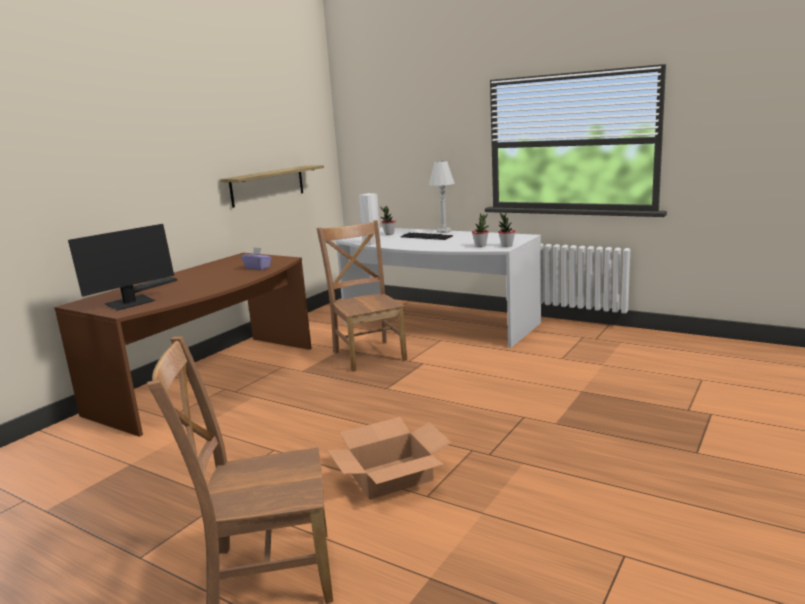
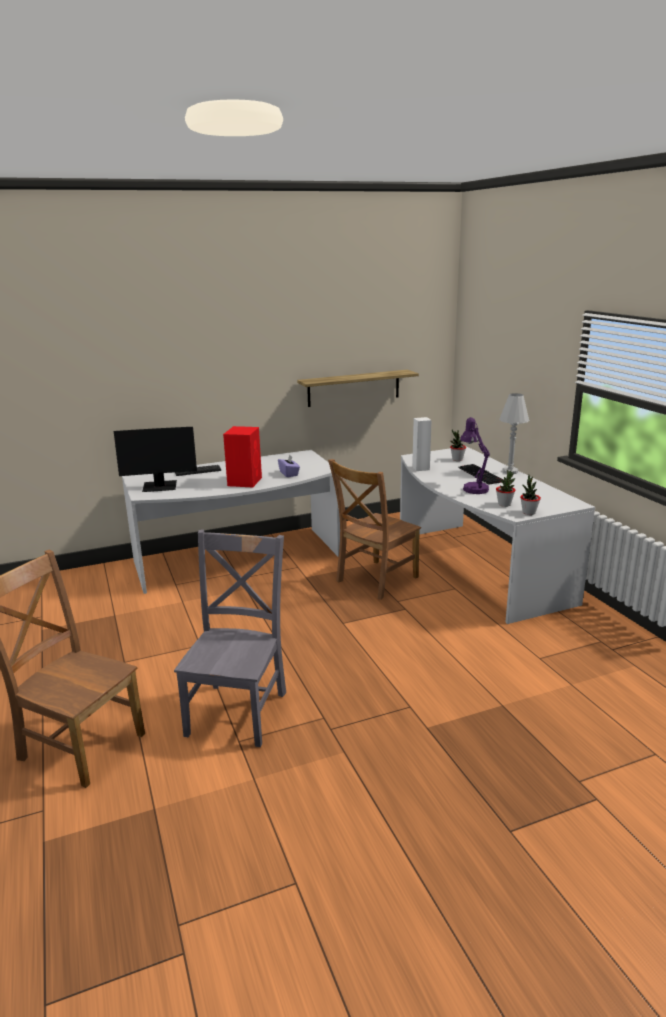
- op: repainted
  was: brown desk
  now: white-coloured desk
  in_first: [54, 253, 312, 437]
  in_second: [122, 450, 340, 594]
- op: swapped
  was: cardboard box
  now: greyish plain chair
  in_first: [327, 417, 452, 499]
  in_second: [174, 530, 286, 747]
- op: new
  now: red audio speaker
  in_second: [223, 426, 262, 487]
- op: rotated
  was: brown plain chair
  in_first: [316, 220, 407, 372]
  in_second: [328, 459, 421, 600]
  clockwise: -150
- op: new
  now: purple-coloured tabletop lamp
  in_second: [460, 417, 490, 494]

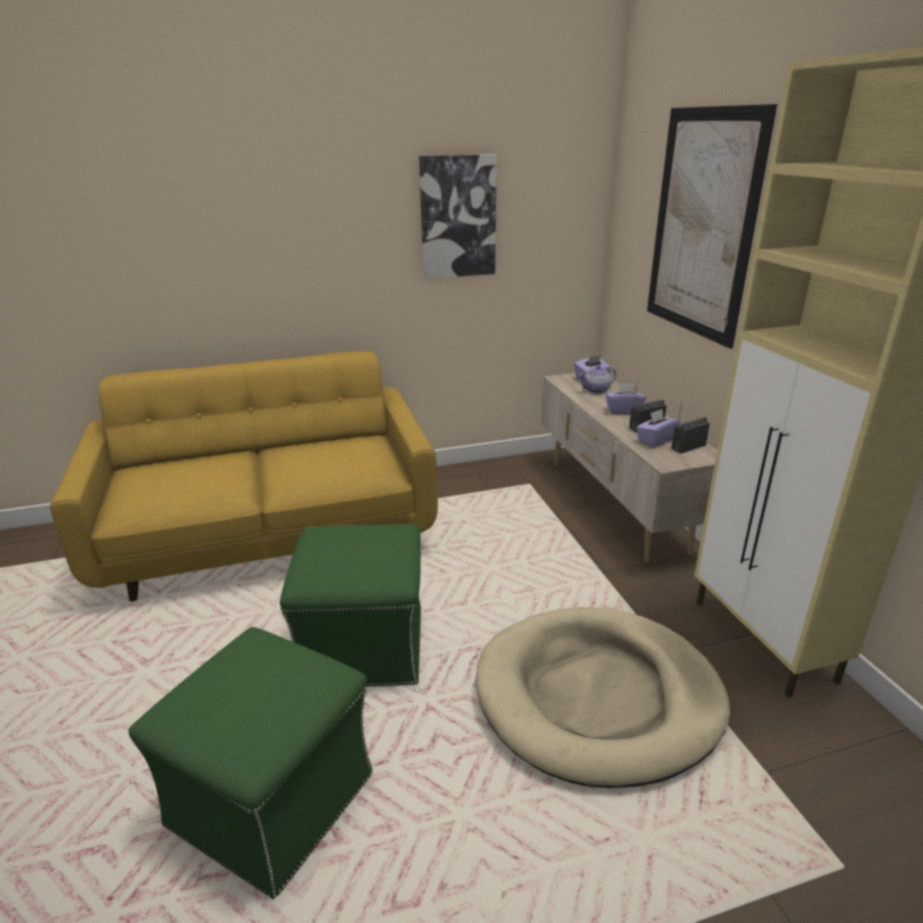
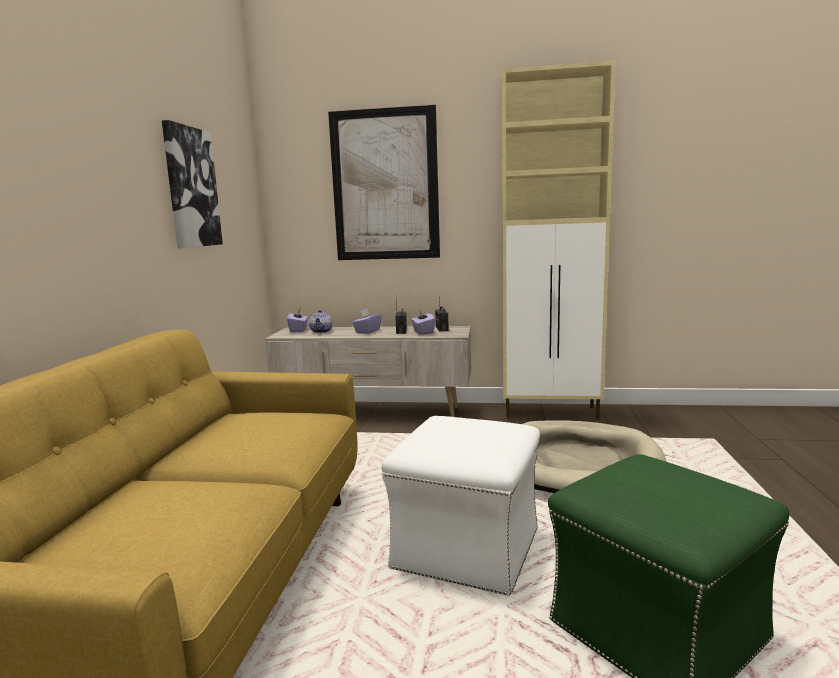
- op: repainted
  was: green-coloured ottoman
  now: white-coloured ottoman
  in_first: [280, 524, 421, 686]
  in_second: [381, 416, 540, 596]

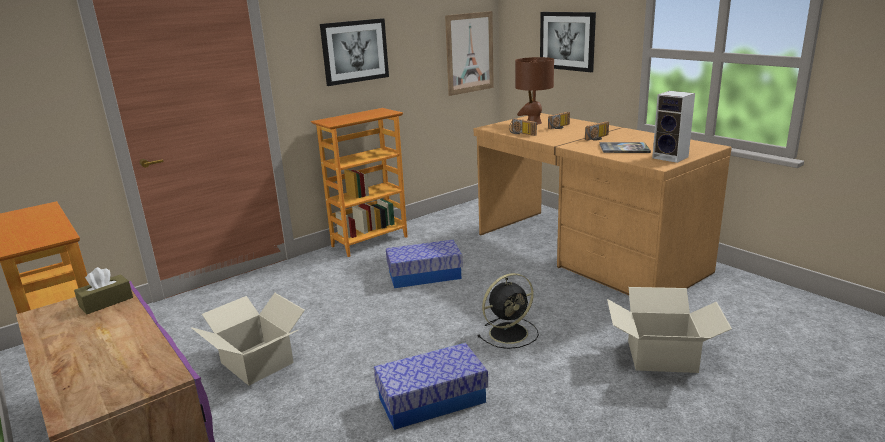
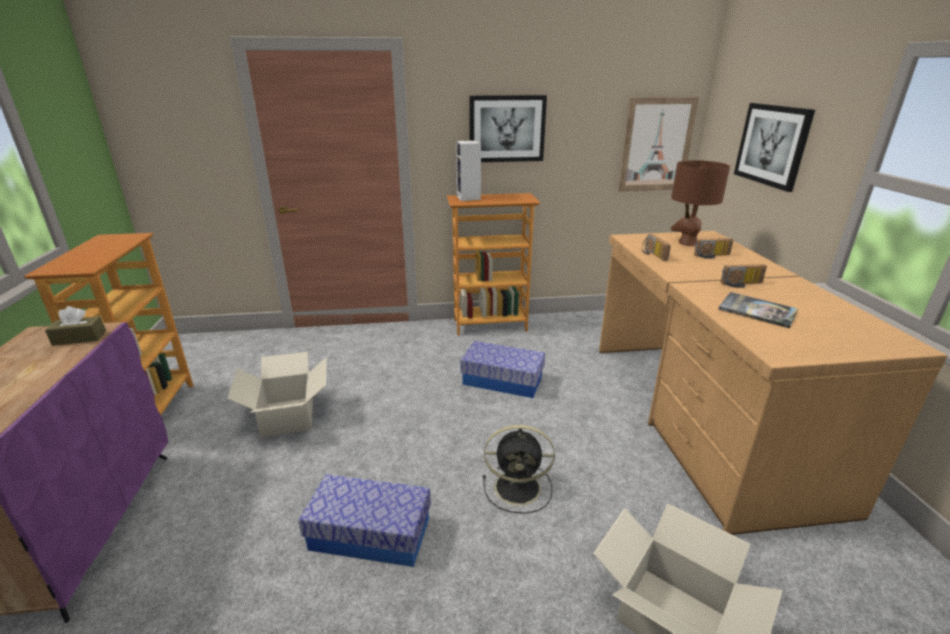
- op: shifted
  was: audio speaker
  in_first: [652, 91, 695, 163]
  in_second: [456, 140, 481, 201]

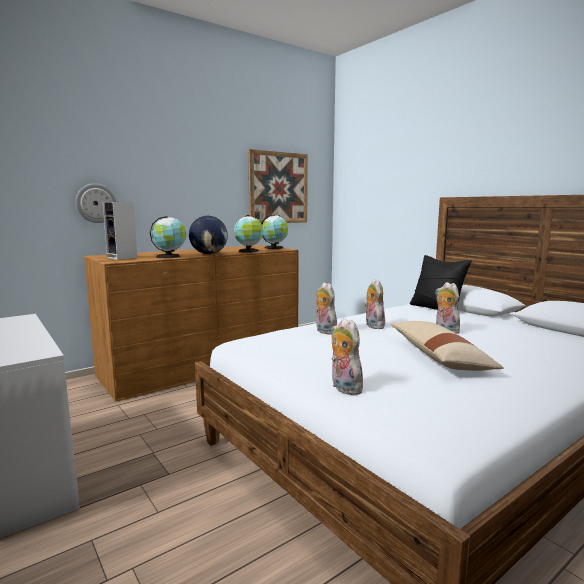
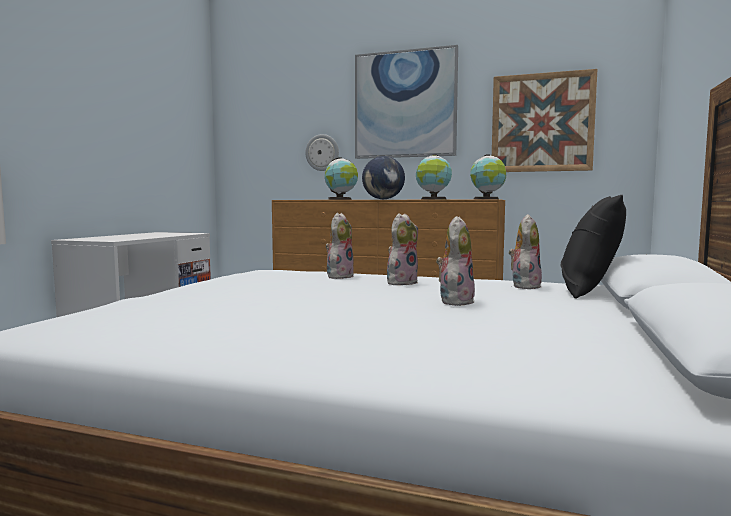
- op: new
  now: wall picture
  in_second: [355, 45, 458, 159]
- op: shifted
  was: plush toy
  in_first: [332, 318, 365, 395]
  in_second: [509, 214, 542, 289]
- op: gone
  was: audio speaker
  in_first: [103, 202, 137, 260]
- op: gone
  was: sand-coloured throw pillow
  in_first: [391, 321, 504, 371]

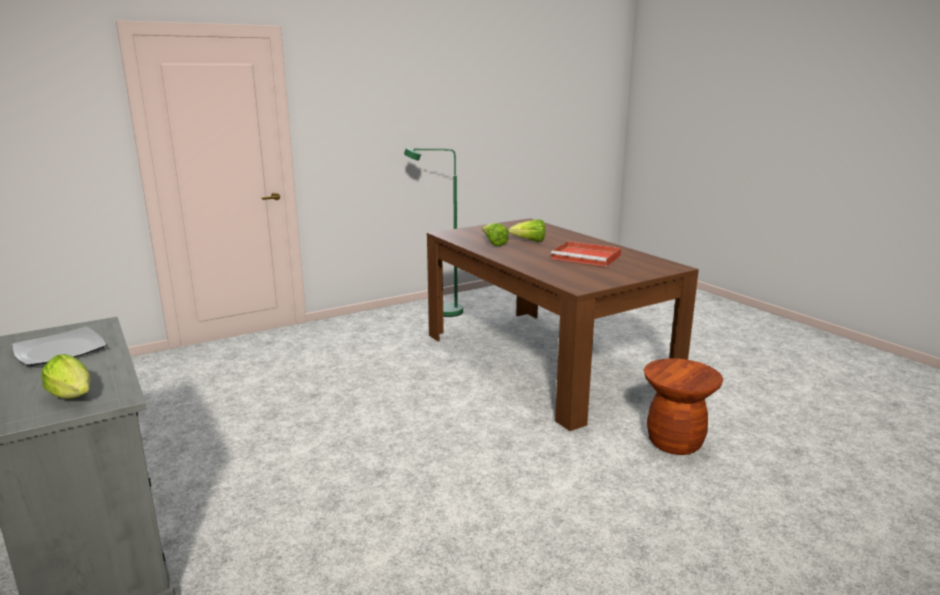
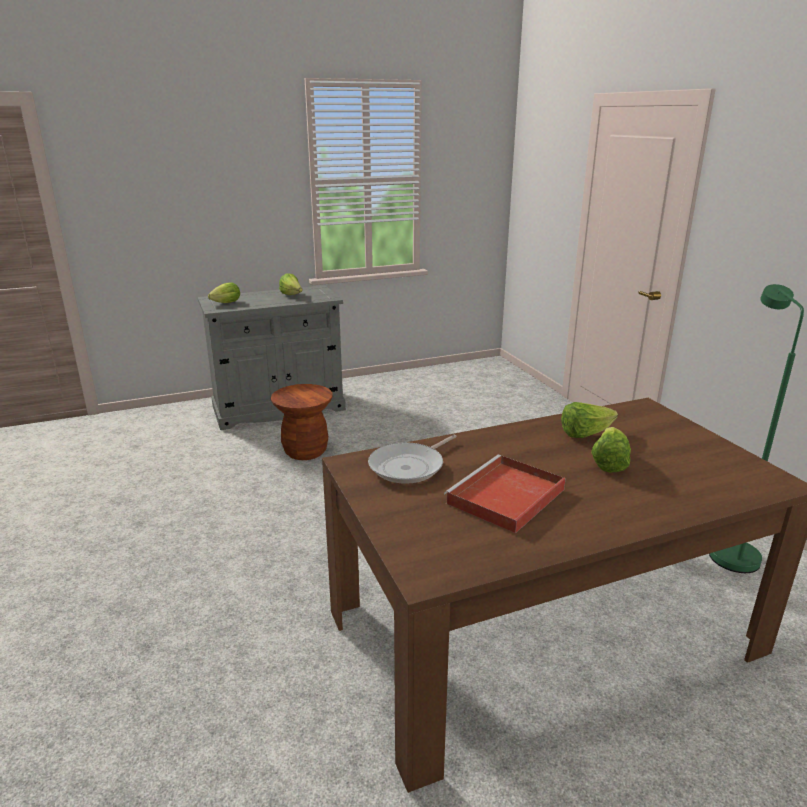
- op: shifted
  was: brown stool
  in_first: [644, 358, 723, 455]
  in_second: [271, 384, 332, 460]
- op: swapped
  was: dinner plate
  now: lettuce head
  in_first: [12, 327, 106, 366]
  in_second: [279, 273, 303, 295]
- op: new
  now: skillet
  in_second: [368, 435, 457, 484]

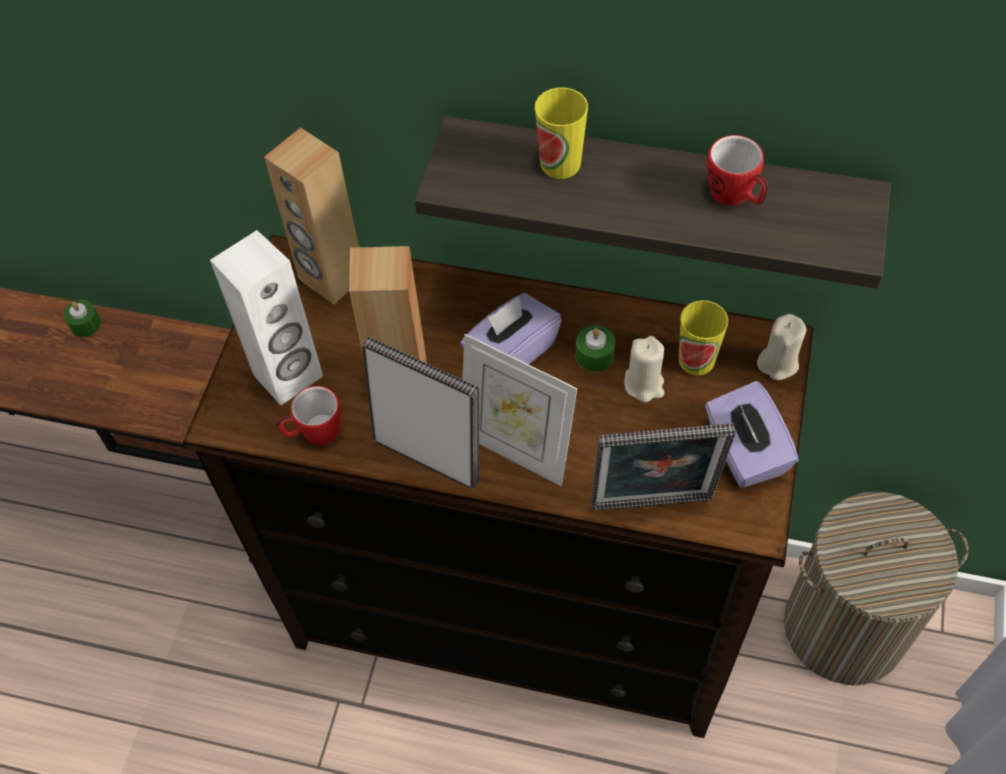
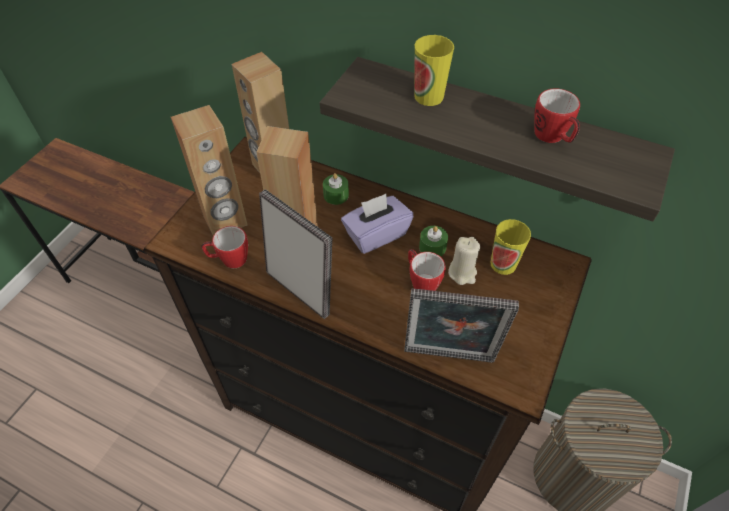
- op: repainted
  was: white-coloured audio speaker
  now: brown audio speaker
  in_first: [210, 230, 323, 405]
  in_second: [171, 105, 247, 236]
- op: shifted
  was: green-coloured wax candle
  in_first: [63, 300, 101, 337]
  in_second: [323, 173, 349, 205]
- op: new
  now: mug
  in_second: [408, 249, 446, 291]
- op: gone
  was: photo frame
  in_first: [462, 334, 577, 486]
- op: gone
  was: purple-coloured box of tissues
  in_first: [705, 381, 799, 488]
- op: gone
  was: sand-coloured wax candle
  in_first: [757, 314, 806, 381]

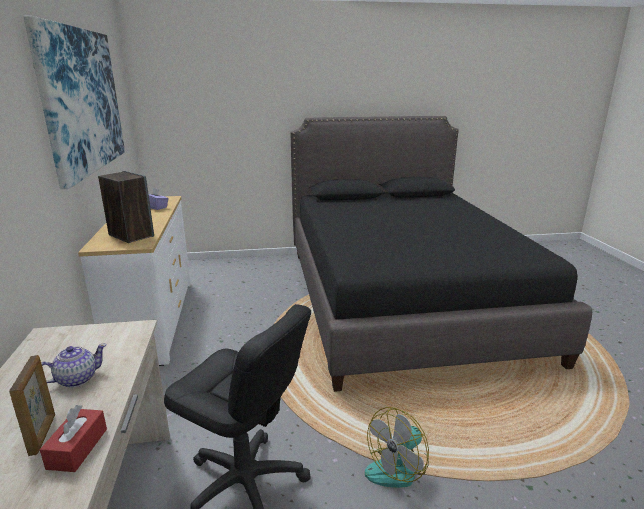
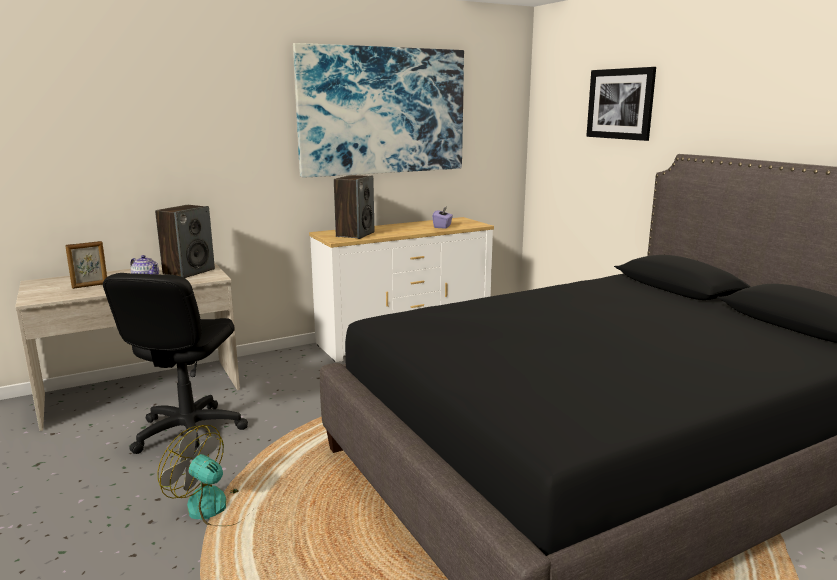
- op: new
  now: audio speaker
  in_second: [155, 205, 215, 278]
- op: new
  now: wall picture
  in_second: [586, 67, 656, 141]
- op: gone
  was: red box of tissues
  in_first: [40, 405, 107, 472]

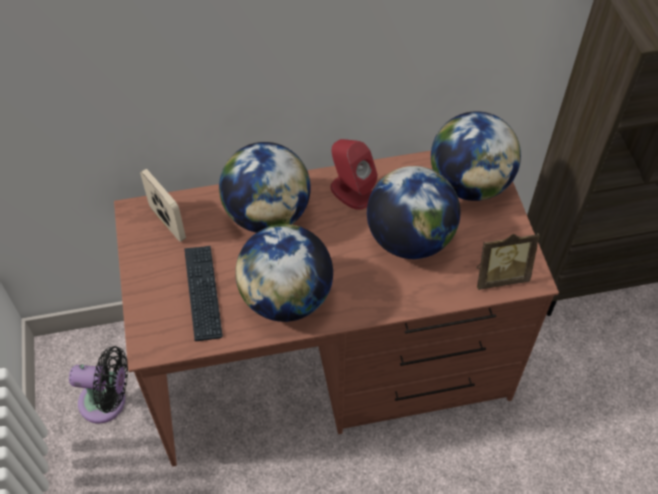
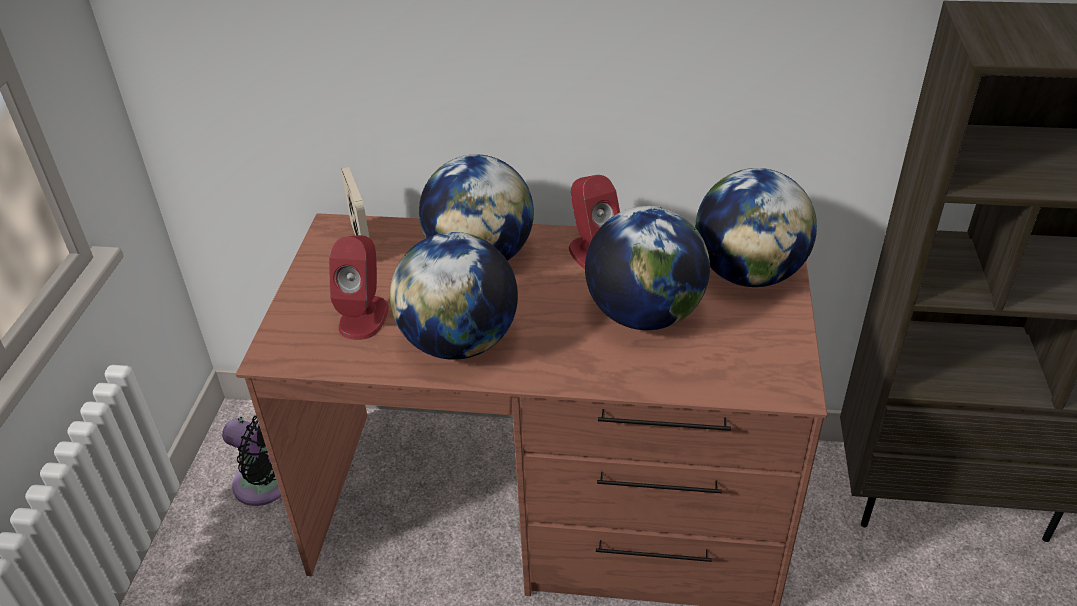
- op: swapped
  was: PC keyboard
  now: red audio speaker
  in_first: [184, 246, 223, 341]
  in_second: [329, 235, 389, 340]
- op: gone
  was: photo frame
  in_first: [477, 233, 540, 290]

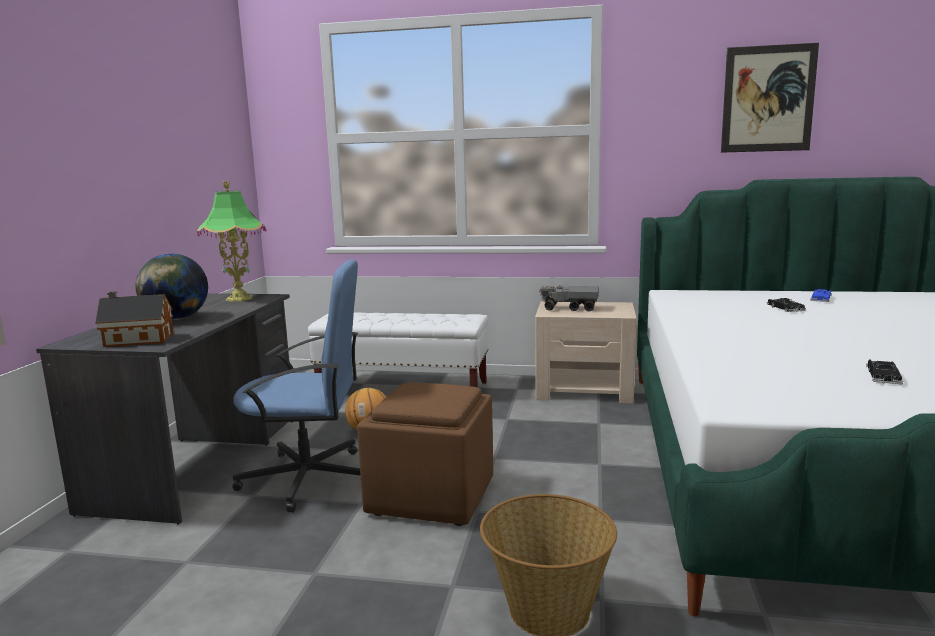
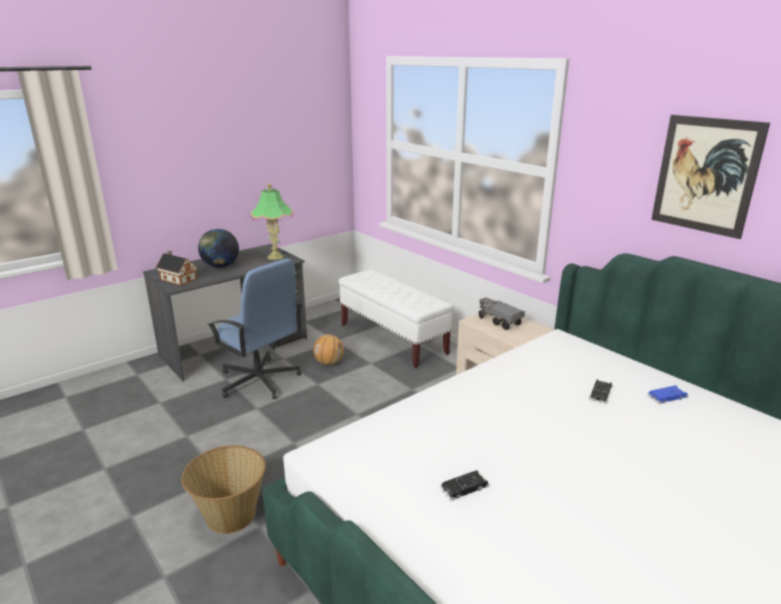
- op: gone
  was: brown ottoman
  in_first: [357, 383, 493, 526]

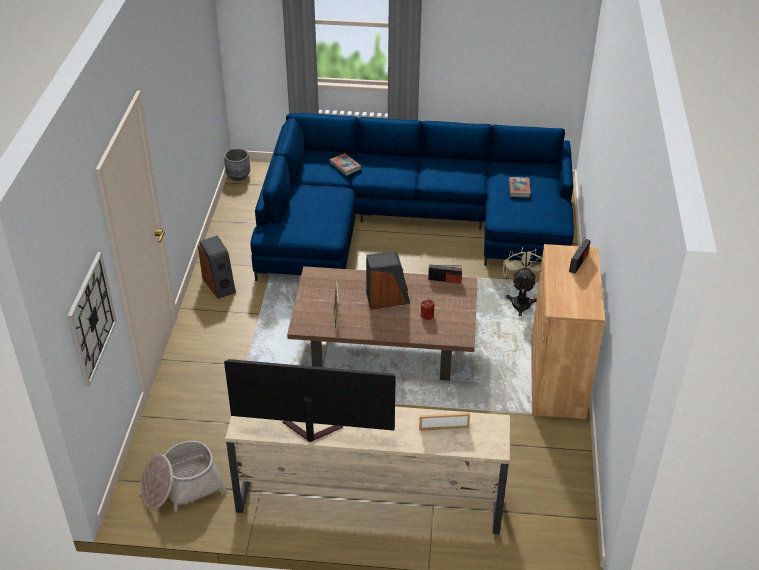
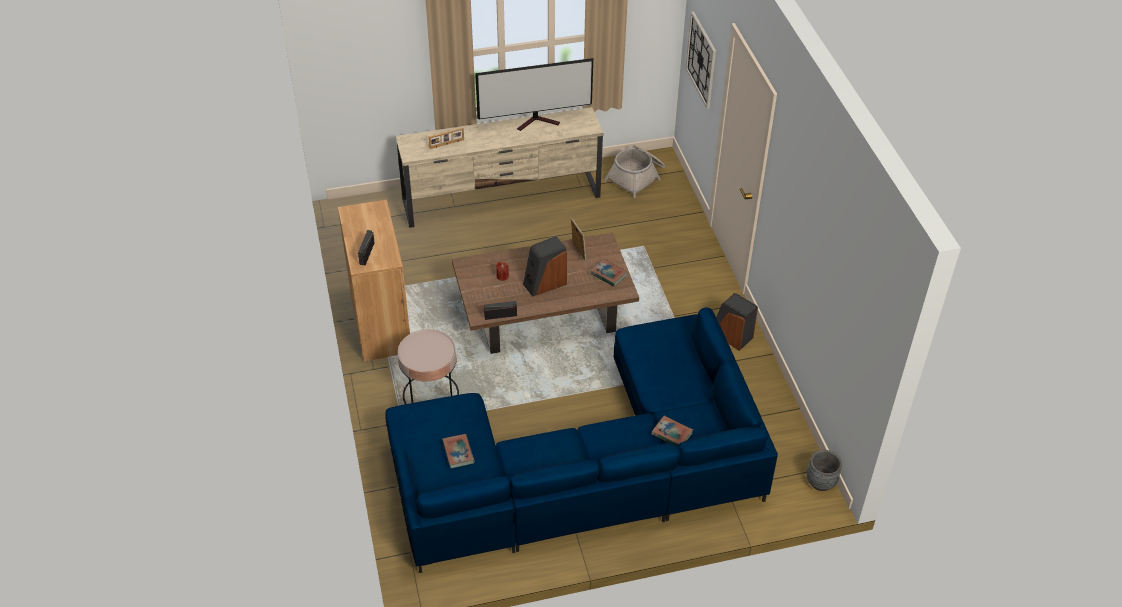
- op: swapped
  was: sand-coloured cooling fan
  now: pink-coloured accent table
  in_first: [503, 247, 542, 316]
  in_second: [398, 329, 459, 404]
- op: new
  now: volume
  in_second: [590, 259, 627, 287]

